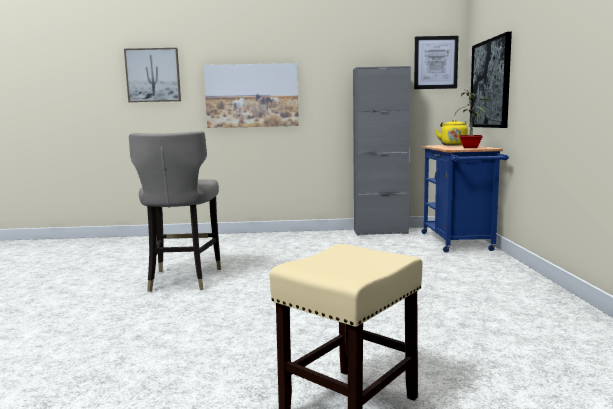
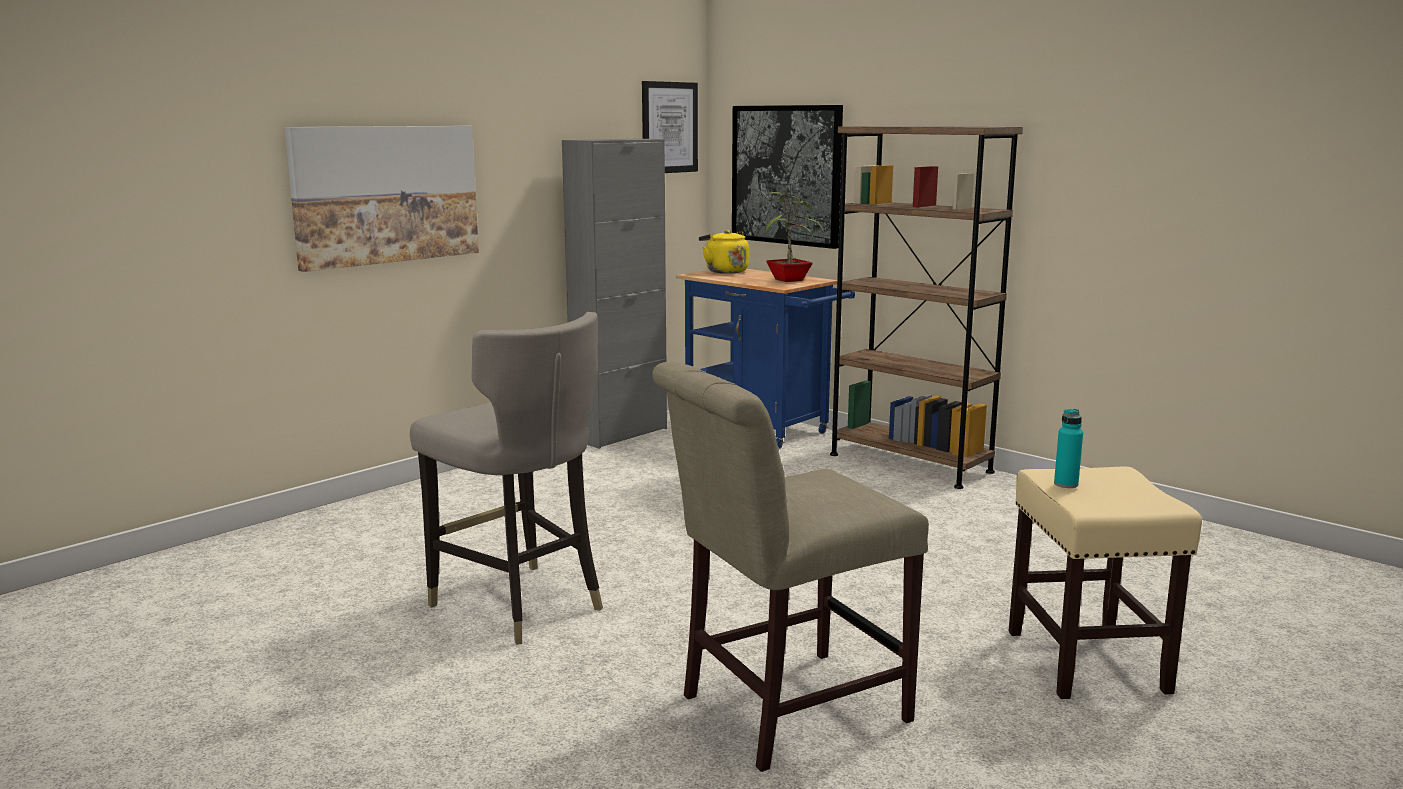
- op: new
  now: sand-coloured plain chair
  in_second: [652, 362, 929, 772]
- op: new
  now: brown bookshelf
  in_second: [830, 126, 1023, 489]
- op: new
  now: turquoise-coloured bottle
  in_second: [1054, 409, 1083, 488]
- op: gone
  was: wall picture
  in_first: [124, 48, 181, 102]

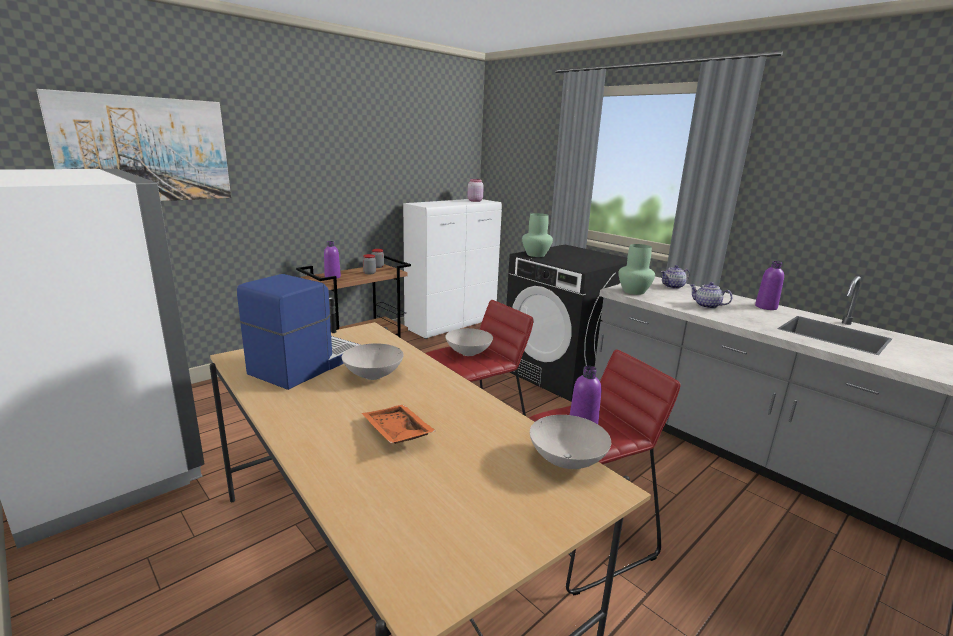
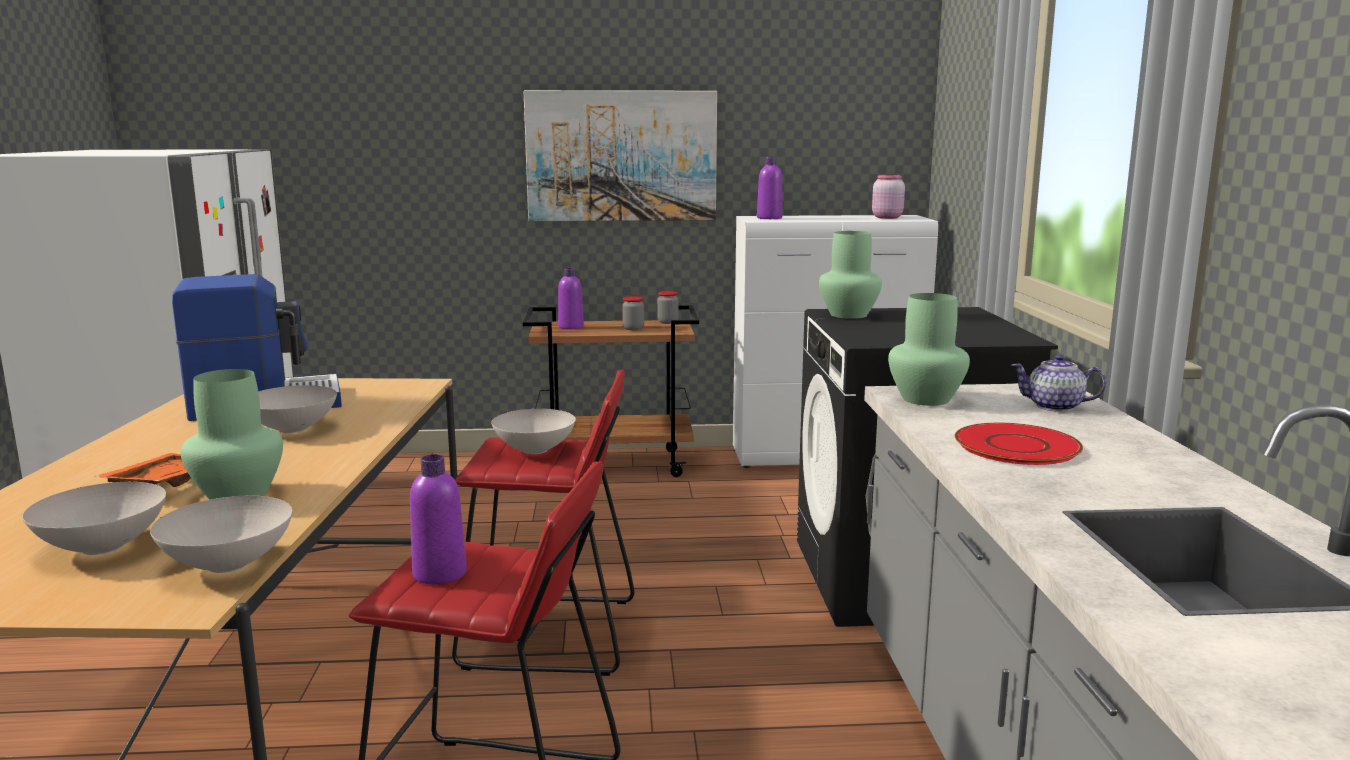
- op: new
  now: white-coloured deep dish
  in_second: [22, 482, 166, 555]
- op: new
  now: green-coloured flower vase
  in_second: [181, 369, 283, 500]
- op: shifted
  was: wall picture
  in_first: [37, 89, 231, 201]
  in_second: [524, 90, 717, 221]
- op: shifted
  was: purple-coloured bottle
  in_first: [755, 261, 784, 310]
  in_second: [757, 157, 783, 219]
- op: swapped
  was: tea pot
  now: red dinner plate
  in_first: [689, 282, 733, 309]
  in_second: [954, 423, 1083, 465]

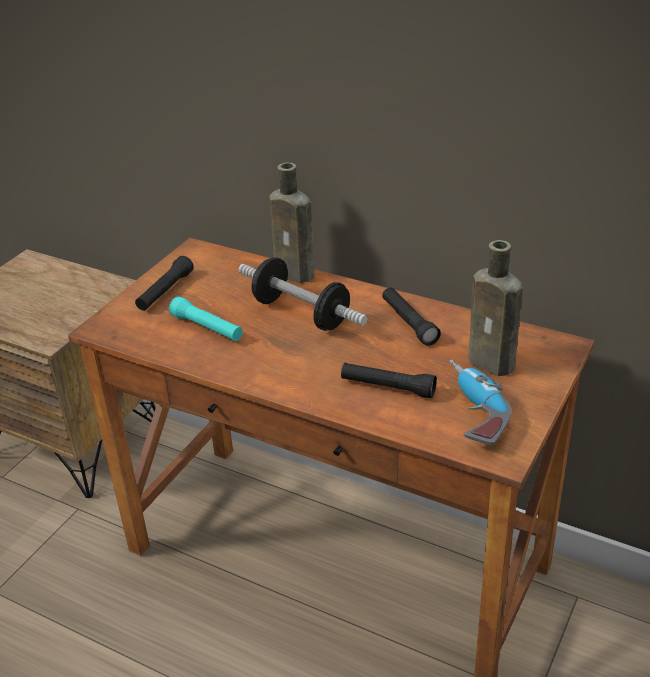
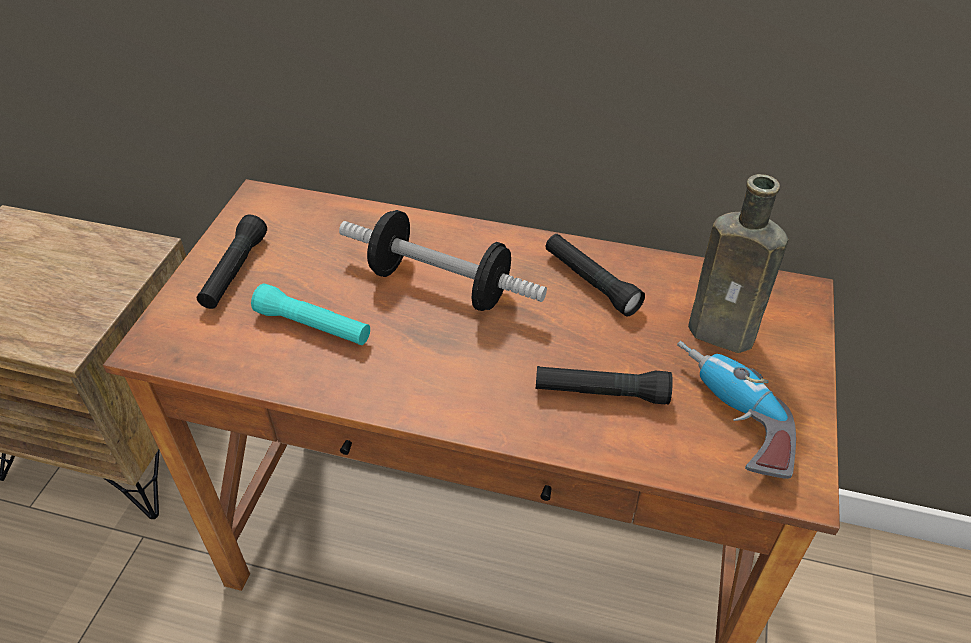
- op: gone
  was: brown bottle
  in_first: [269, 162, 314, 283]

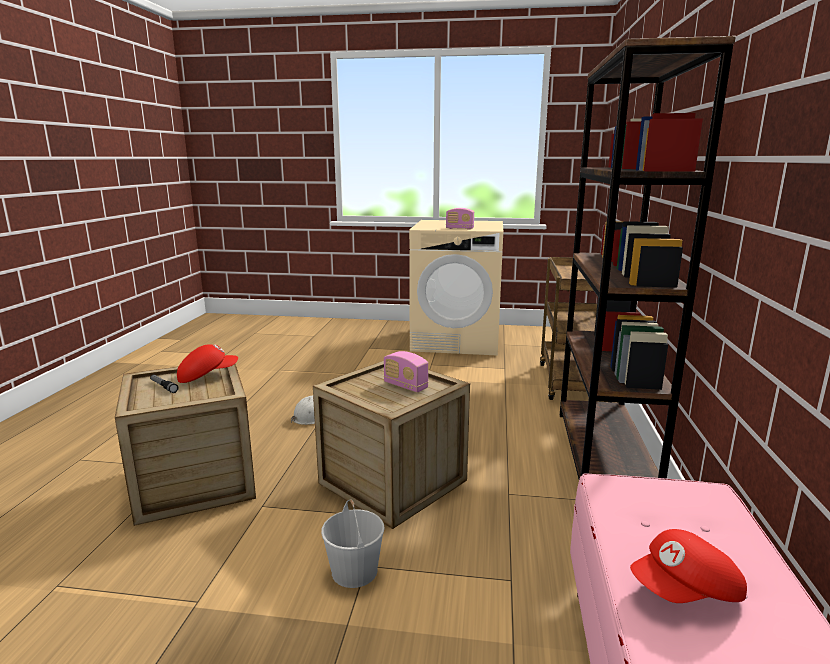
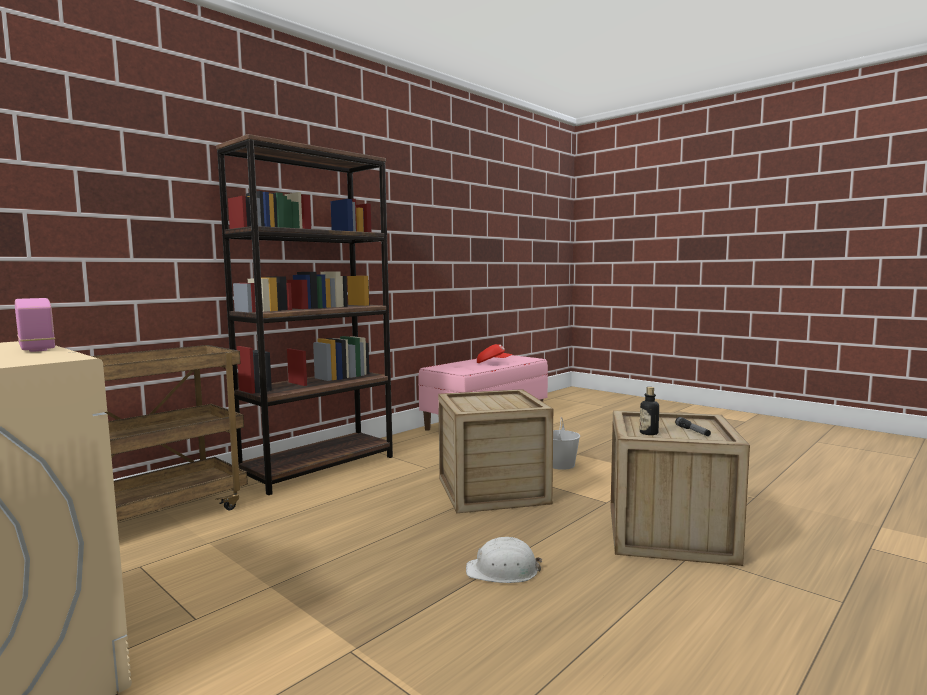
- op: swapped
  was: red baseball cap
  now: bottle
  in_first: [177, 344, 238, 383]
  in_second: [640, 387, 659, 435]
- op: gone
  was: radio
  in_first: [384, 351, 429, 392]

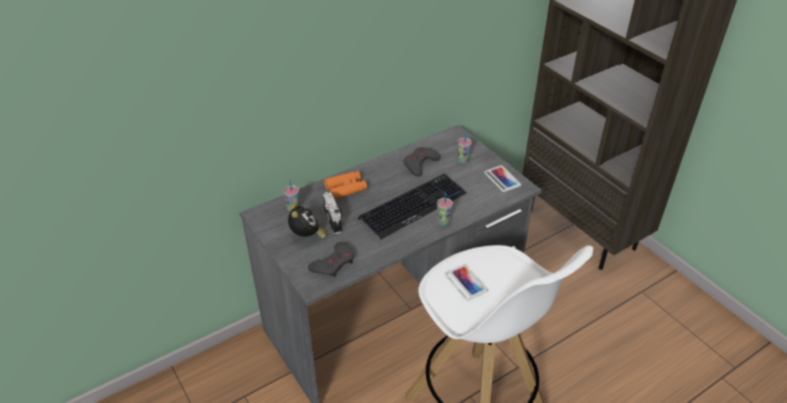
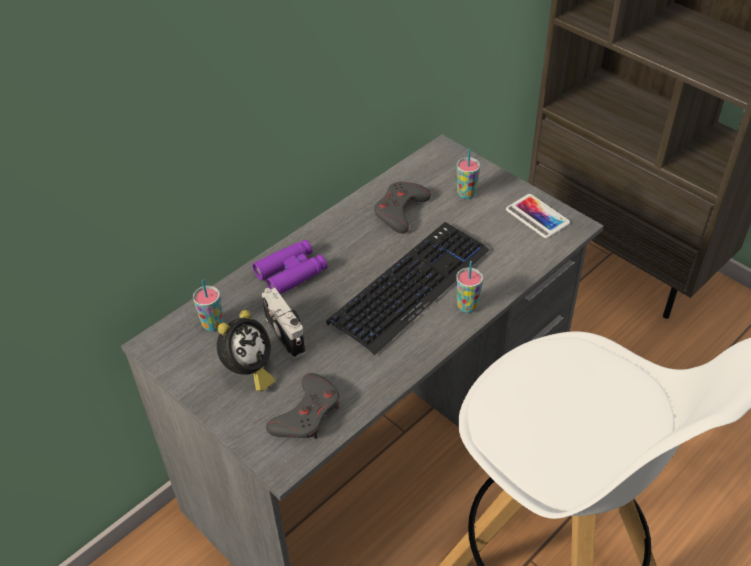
- op: rotated
  was: bedside clock
  in_first: [288, 203, 327, 239]
  in_second: [217, 310, 275, 392]
  clockwise: 60
- op: repainted
  was: orange field glasses
  now: purple-coloured field glasses
  in_first: [324, 171, 367, 199]
  in_second: [253, 239, 327, 294]
- op: gone
  was: phone
  in_first: [445, 264, 488, 301]

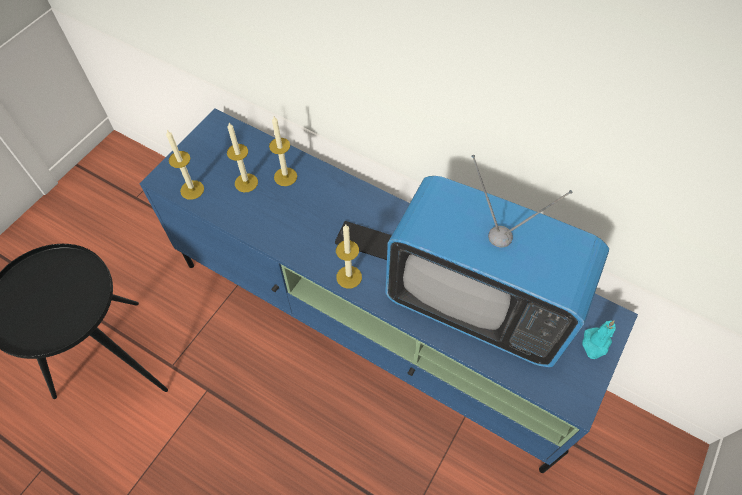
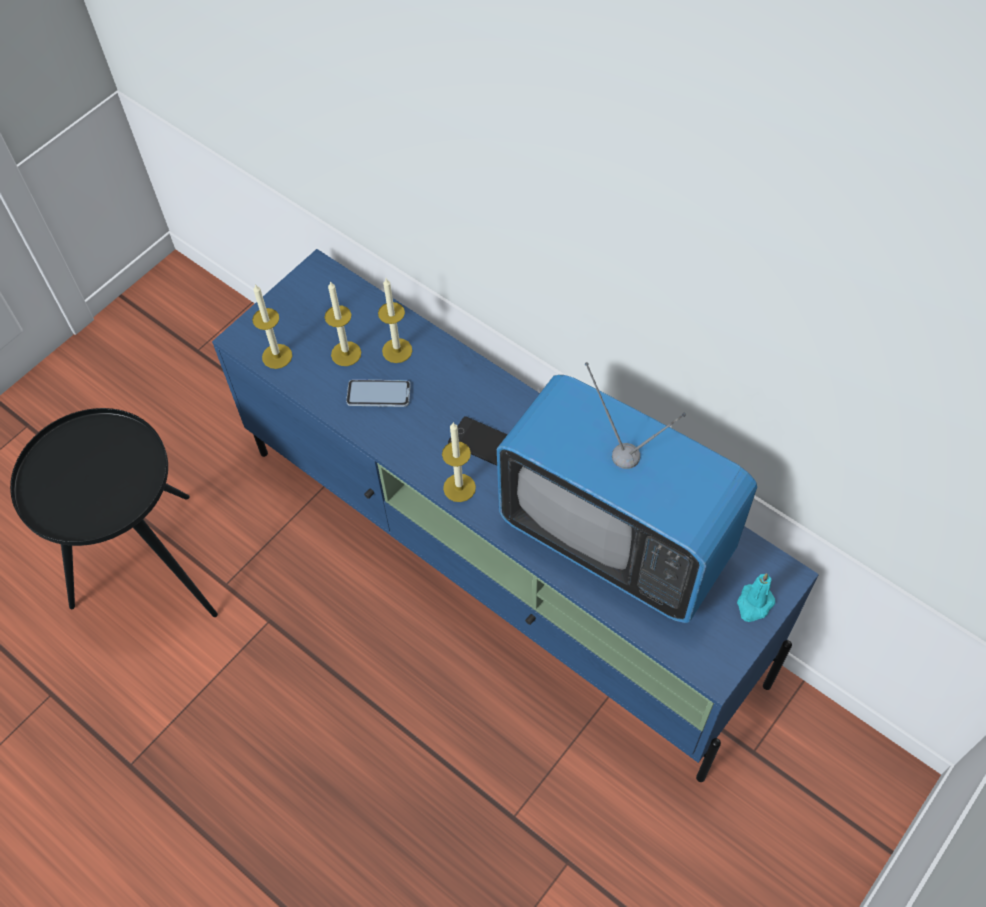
- op: new
  now: phone
  in_second: [346, 379, 411, 407]

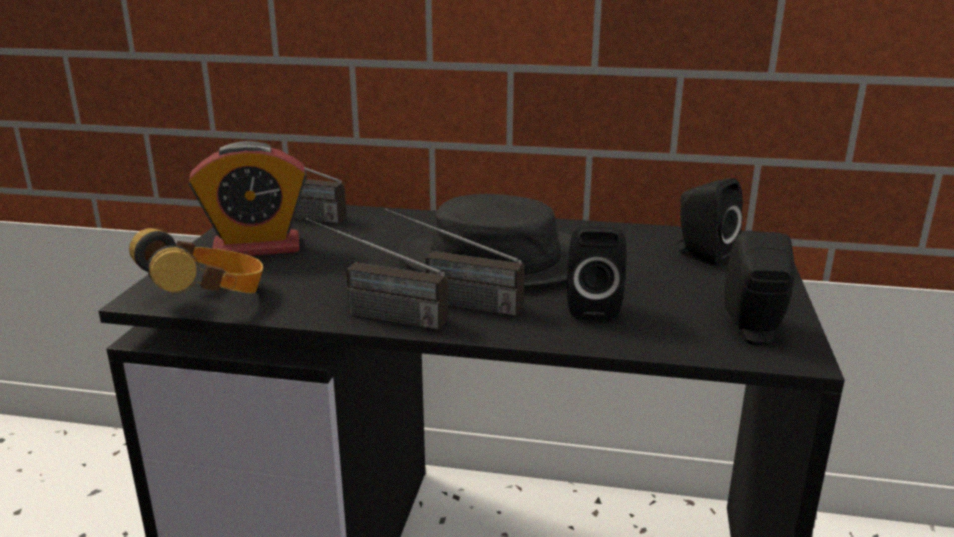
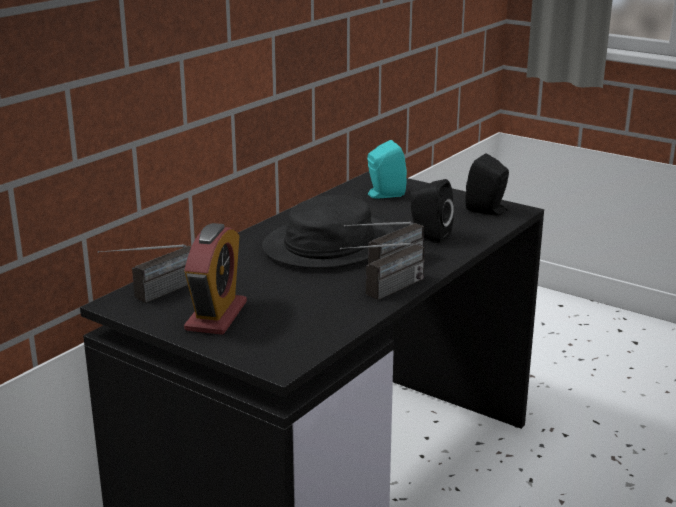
- op: repainted
  was: black-coloured audio speaker
  now: turquoise-coloured audio speaker
  in_first: [675, 178, 743, 266]
  in_second: [367, 140, 407, 199]
- op: gone
  was: pair of headphones
  in_first: [129, 228, 263, 294]

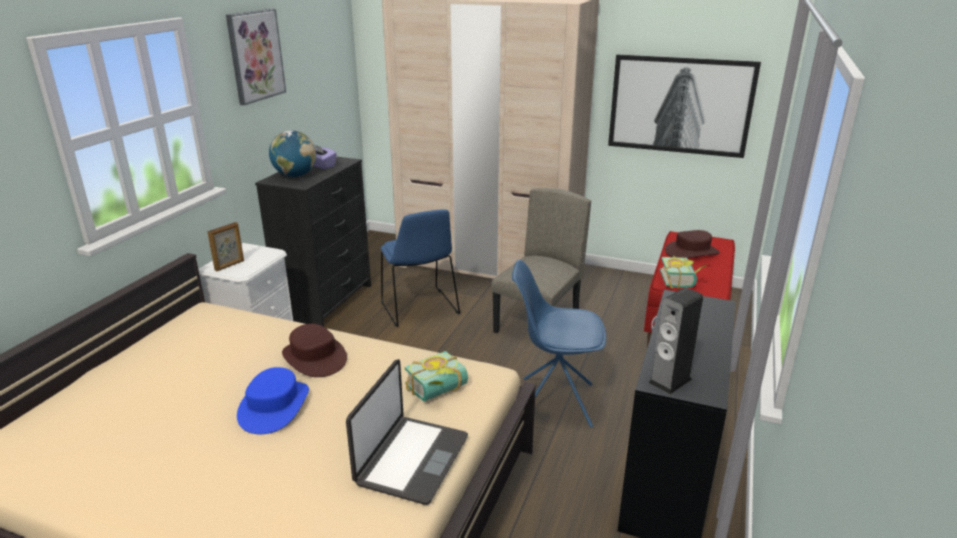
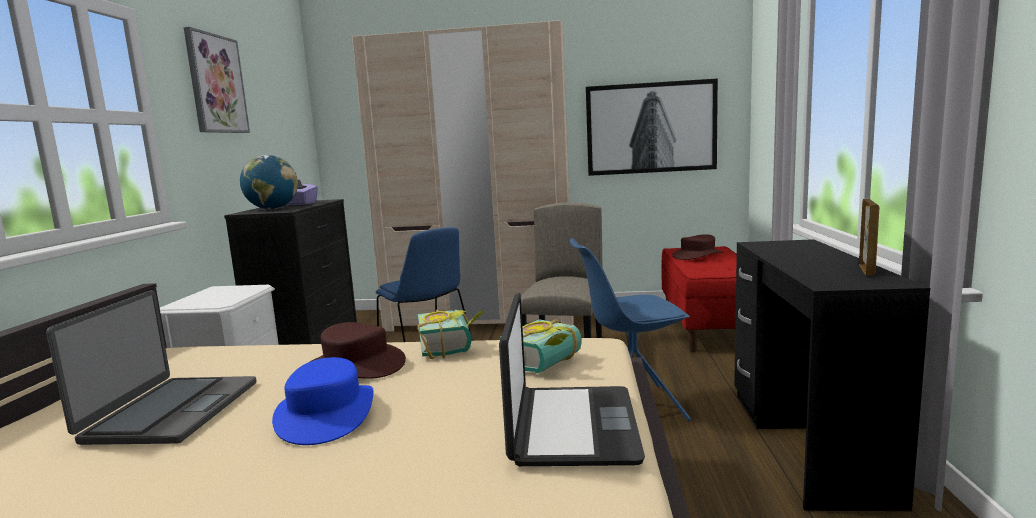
- op: new
  now: notebook computer
  in_second: [46, 290, 256, 445]
- op: shifted
  was: volume
  in_first: [660, 256, 707, 289]
  in_second: [417, 309, 485, 359]
- op: shifted
  was: photo frame
  in_first: [208, 222, 244, 271]
  in_second: [859, 199, 880, 276]
- op: gone
  was: audio speaker
  in_first: [648, 287, 703, 394]

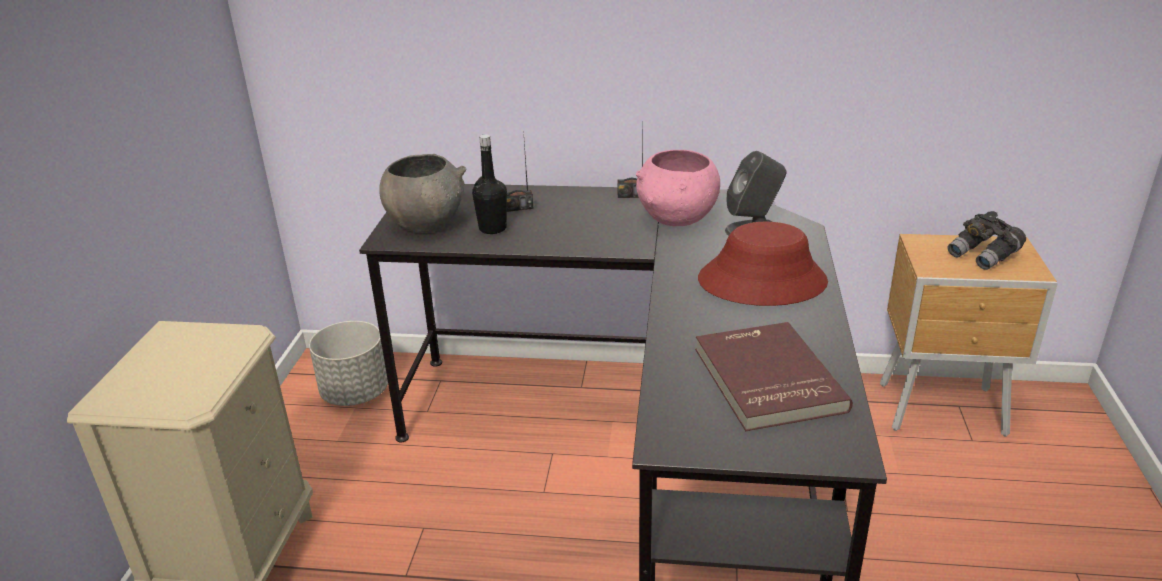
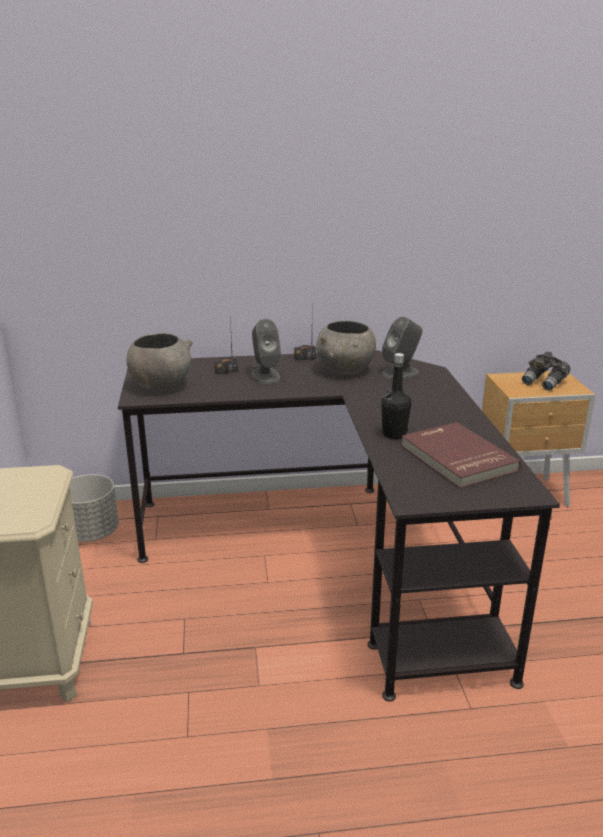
- op: new
  now: greyish audio speaker
  in_second: [251, 319, 281, 384]
- op: repainted
  was: pink-coloured deep dish
  now: greyish deep dish
  in_first: [636, 150, 720, 226]
  in_second: [316, 321, 376, 375]
- op: shifted
  was: black-coloured bottle
  in_first: [472, 134, 507, 234]
  in_second: [381, 353, 411, 439]
- op: gone
  was: red hat
  in_first: [698, 222, 828, 306]

